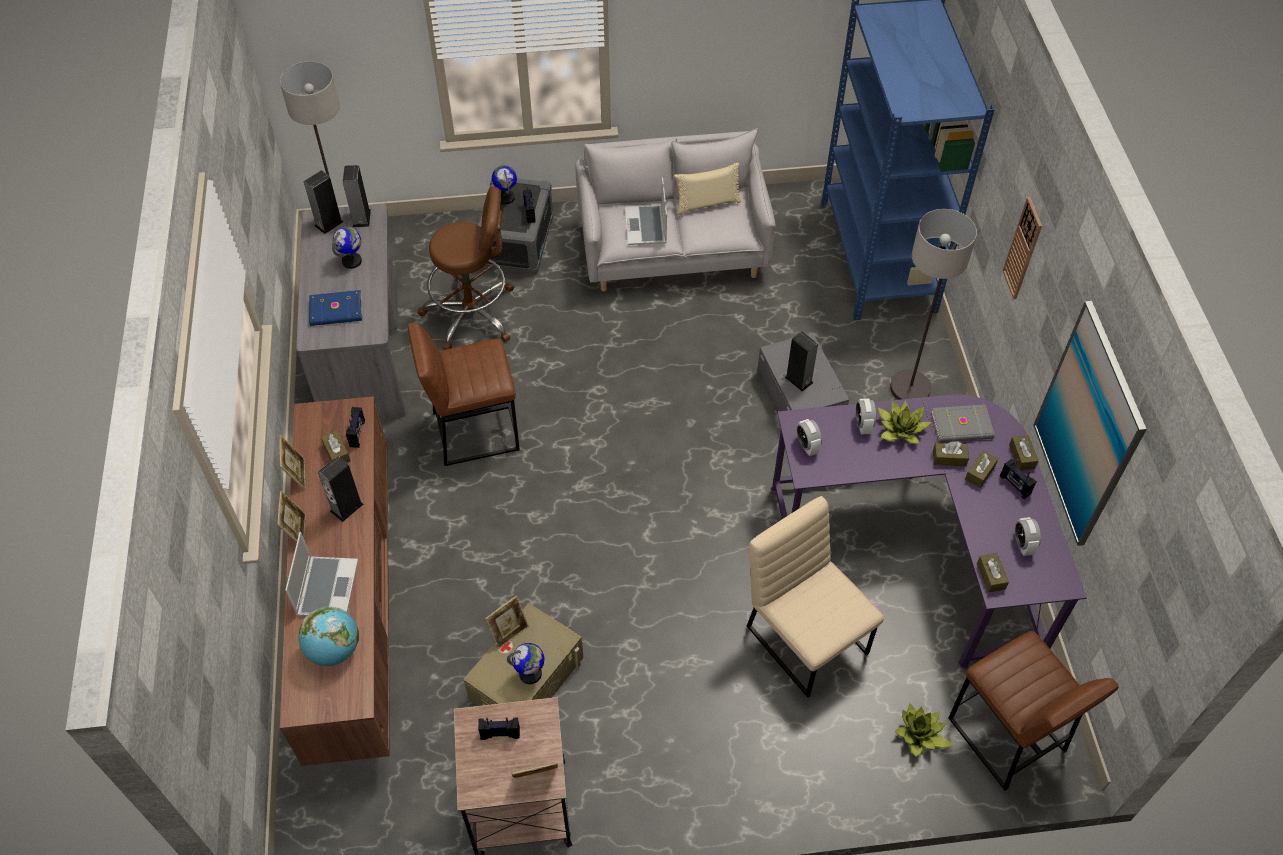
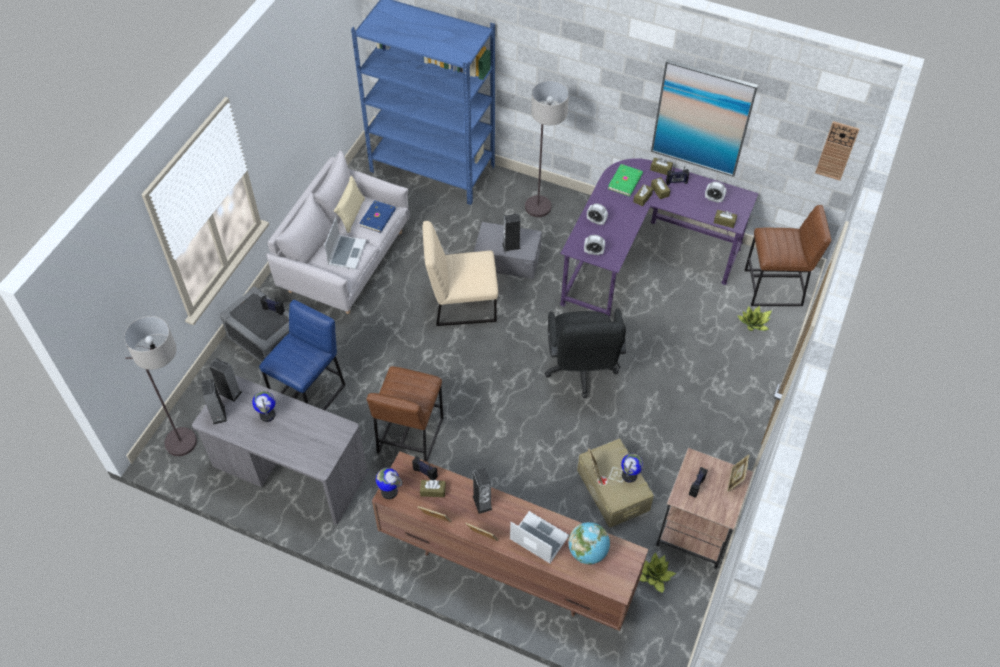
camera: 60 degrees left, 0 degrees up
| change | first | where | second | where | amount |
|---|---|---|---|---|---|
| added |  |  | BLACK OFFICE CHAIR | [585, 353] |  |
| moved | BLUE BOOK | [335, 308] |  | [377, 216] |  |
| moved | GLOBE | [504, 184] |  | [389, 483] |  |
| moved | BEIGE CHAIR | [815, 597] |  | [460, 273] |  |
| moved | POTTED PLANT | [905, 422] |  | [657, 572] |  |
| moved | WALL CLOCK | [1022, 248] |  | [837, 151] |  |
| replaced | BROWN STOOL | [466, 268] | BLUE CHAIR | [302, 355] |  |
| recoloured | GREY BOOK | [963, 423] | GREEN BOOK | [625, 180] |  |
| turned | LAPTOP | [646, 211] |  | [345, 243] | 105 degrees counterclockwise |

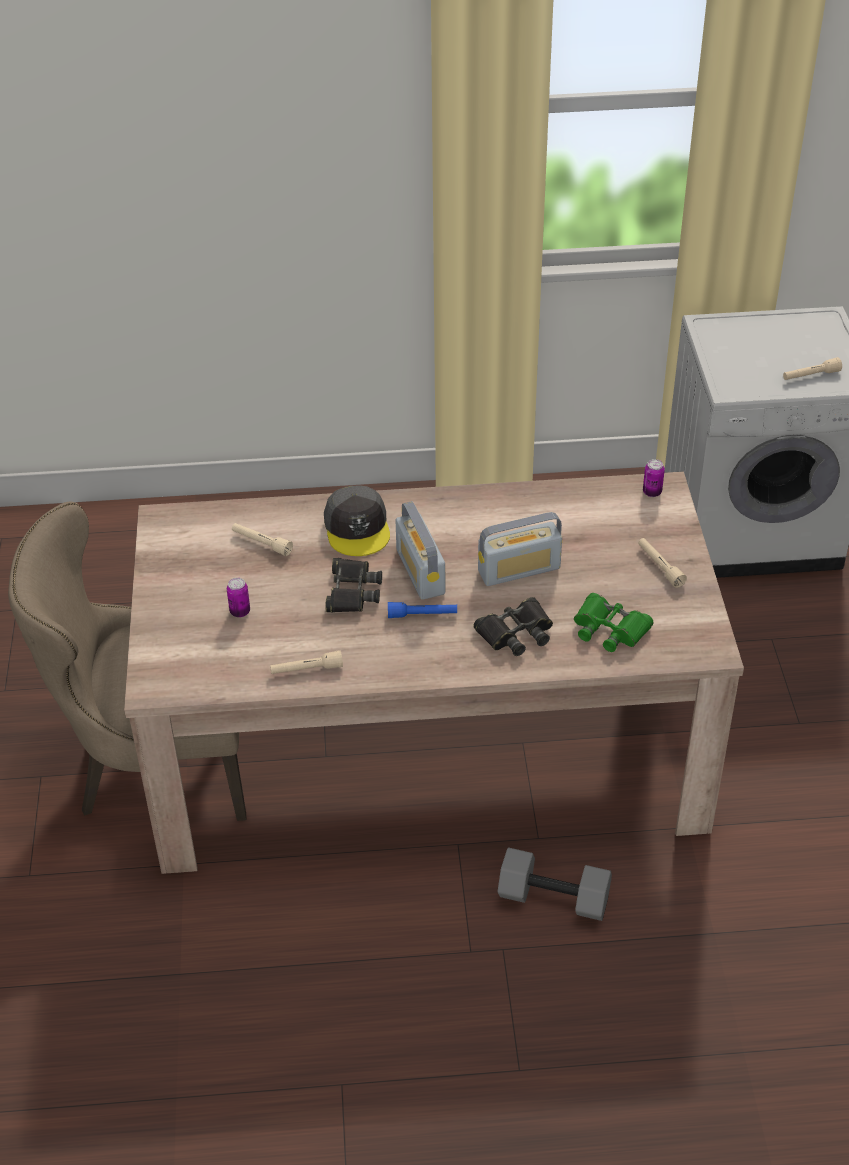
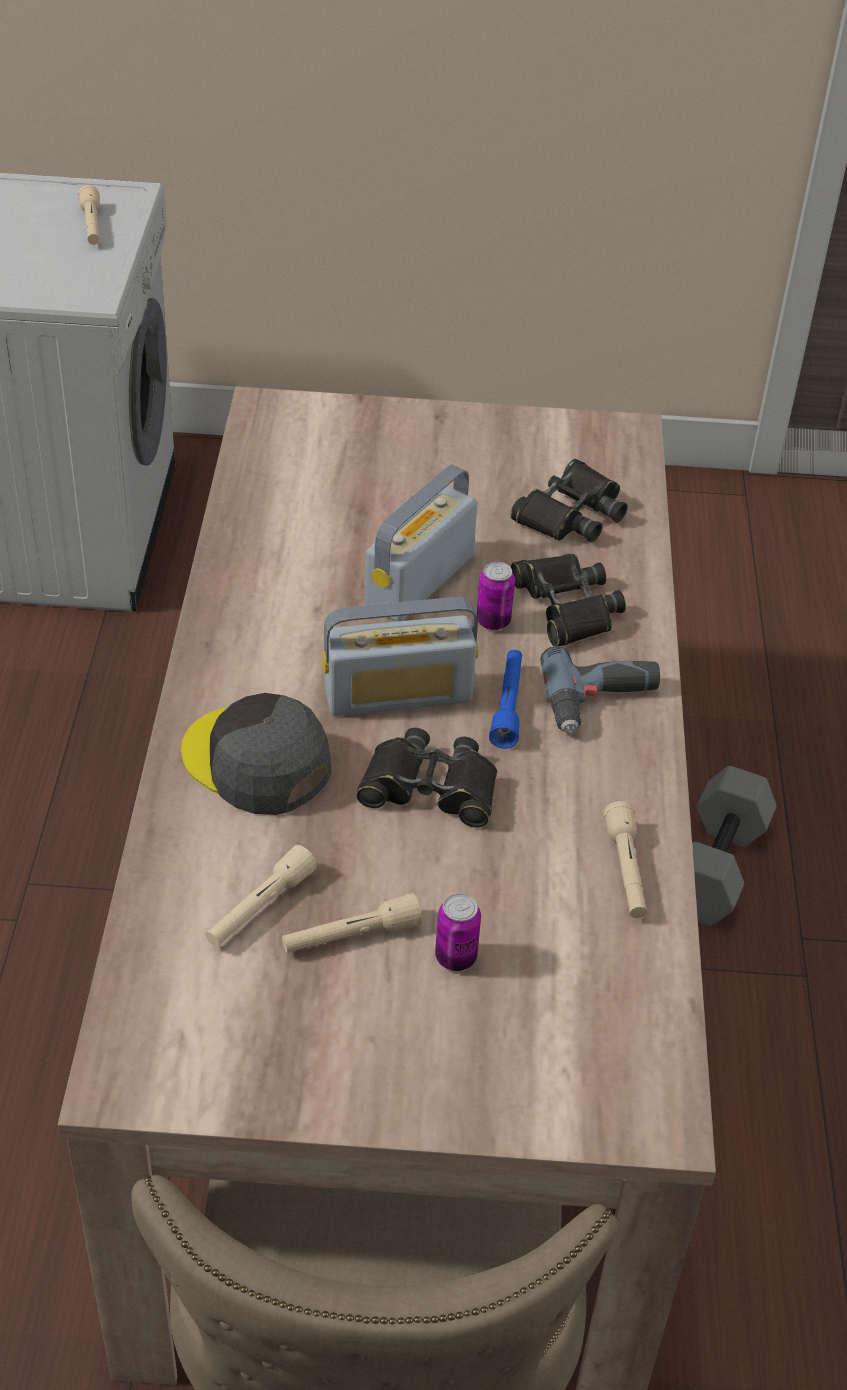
camera: 85 degrees left, 0 degrees up
| change | first | where | second | where | amount |
|---|---|---|---|---|---|
| added |  |  | POWER DRILL | [600, 689] |  |
| moved | BEIGE FLASHLIGHT | [662, 563] |  | [352, 923] |  |
| moved | CAN | [654, 478] |  | [496, 596] |  |
| recoloured | GREEN BINOCULARS | [614, 622] | BLACK BINOCULARS | [569, 501] |  |
| turned | GREY CAP | [357, 520] |  | [256, 754] | 135 degrees counterclockwise |
| turned | RADIO | [520, 549] |  | [421, 543] | 135 degrees counterclockwise |

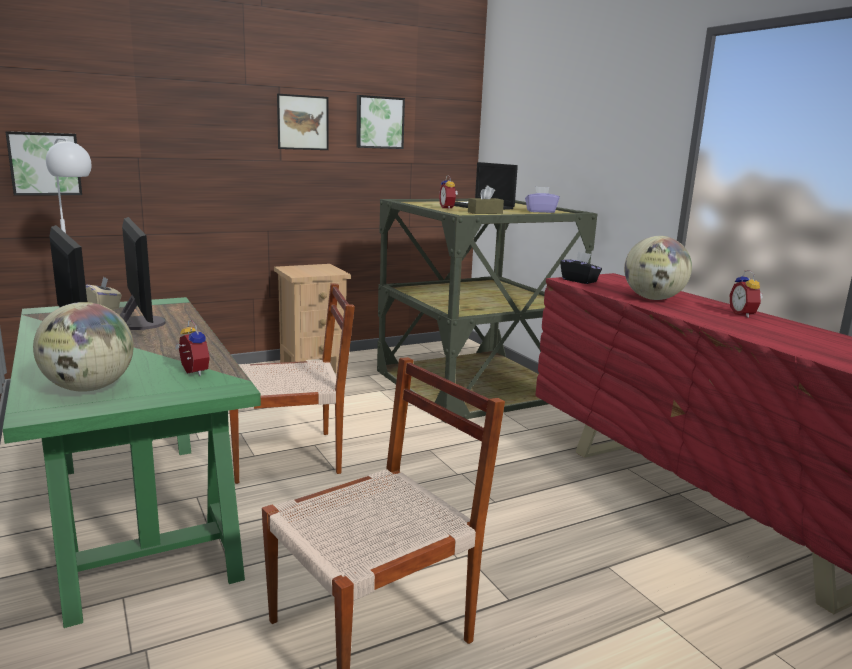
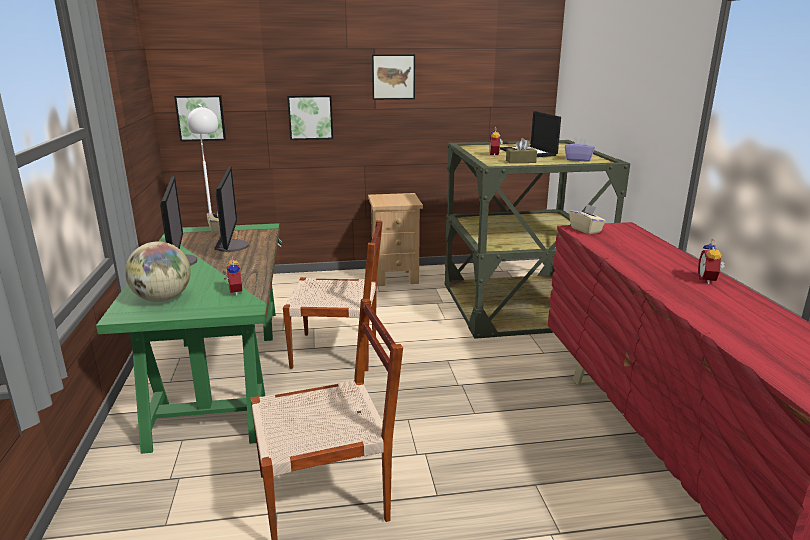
camera: 20 degrees right, 5 degrees up
| change | first | where | second | where | amount |
|---|---|---|---|---|---|
| removed | GLOBE | [658, 268] |  |  |  |
| moved | PICTURE | [380, 122] |  | [310, 117] |  |
| recoloured | BLACK TISSUE BOX | [581, 268] | BEIGE TISSUE BOX | [587, 219] |  |

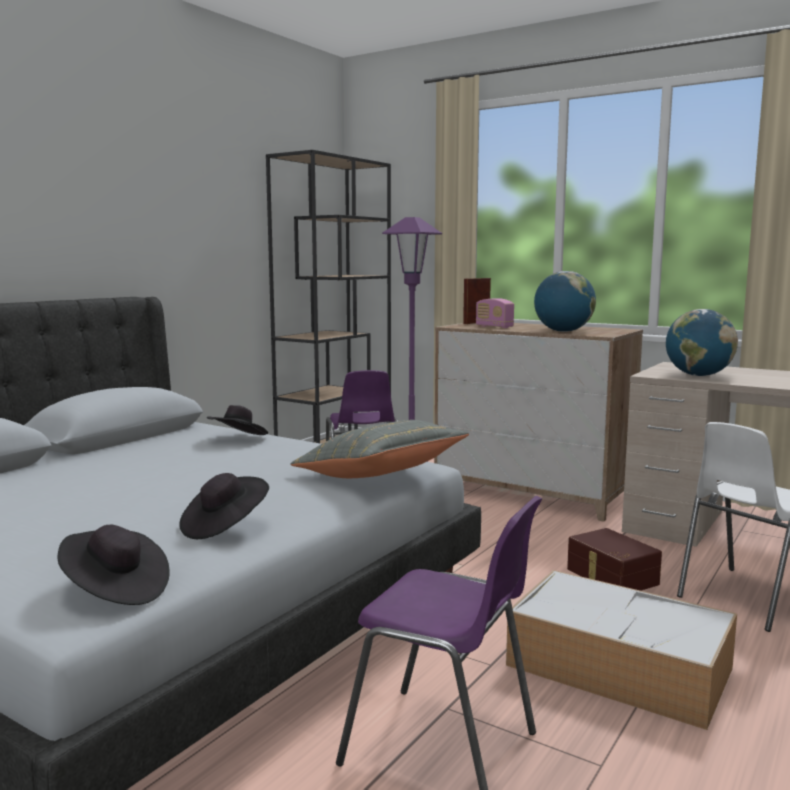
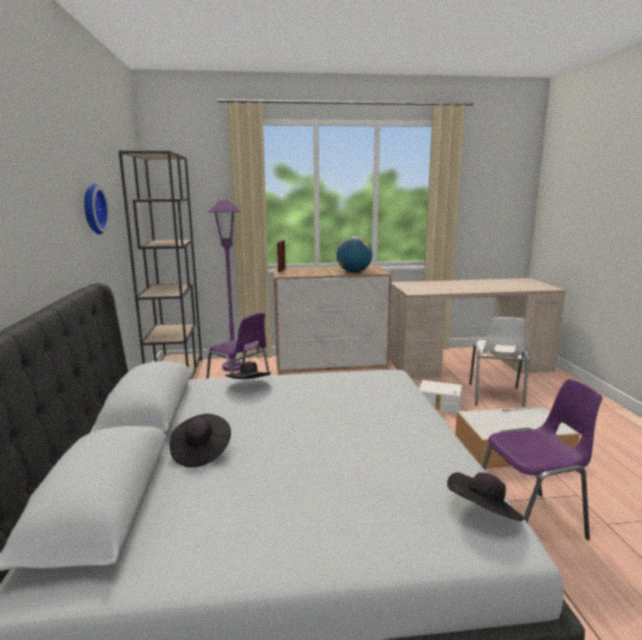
camera: 40 degrees left, 5 degrees up
| change | first | where | second | where | amount |
|---|---|---|---|---|---|
| removed | GREY PILLOW | [379, 449] |  |  |  |
| removed | RADIO | [495, 313] |  |  |  |
| removed | GLOBE | [702, 342] |  |  |  |
| added |  |  | WALL CLOCK | [97, 209] |  |
| moved | BLACK HAT | [224, 506] |  | [200, 440] |  |
| recoloured | BROWN STORAGE BOX | [614, 559] | WHITE STORAGE BOX | [440, 397] |  |

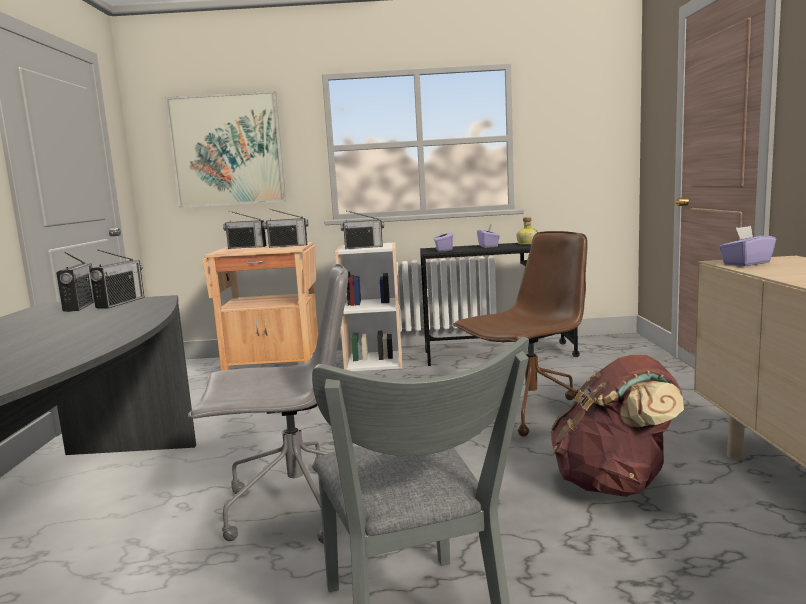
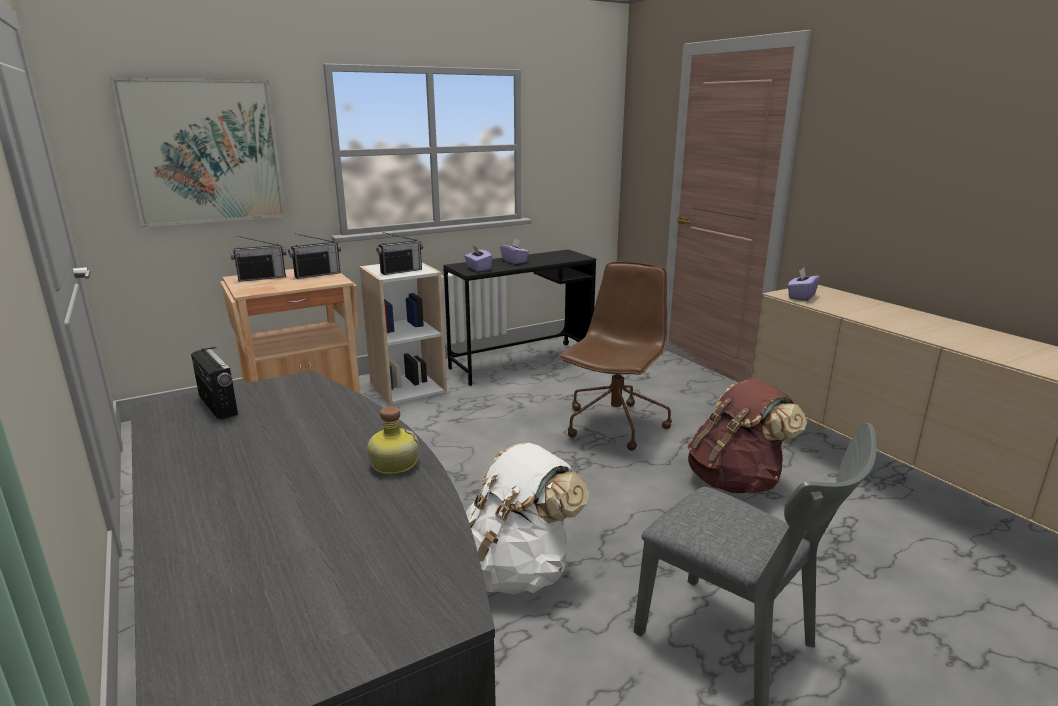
camera: 30 degrees left, 10 degrees up
| change | first | where | second | where | amount |
|---|---|---|---|---|---|
| removed | RADIO | [117, 279] |  |  |  |
| moved | BOTTLE | [527, 231] |  | [393, 440] |  |
| replaced | GREY OFFICE CHAIR | [268, 404] | WHITE BACKPACK | [527, 518] |  |

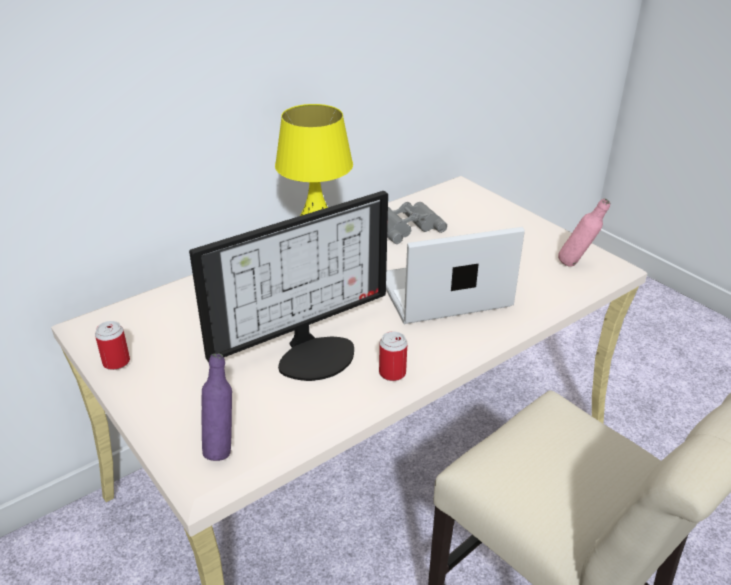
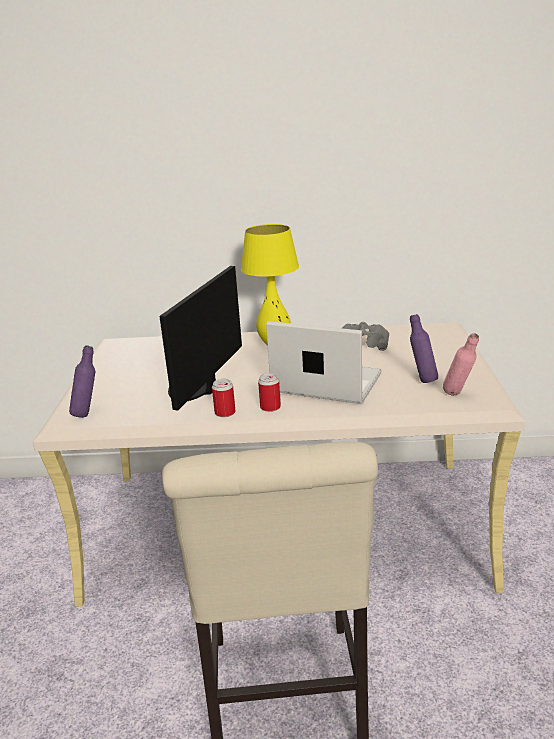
camera: 40 degrees right, 10 degrees down
| change | first | where | second | where | amount |
|---|---|---|---|---|---|
| added |  |  | PURPLE BOTTLE | [424, 348] |  |
| moved | CAN | [112, 345] |  | [269, 392] |  |
| turned | MONITOR | [288, 286] |  | [201, 338] | 105 degrees clockwise |

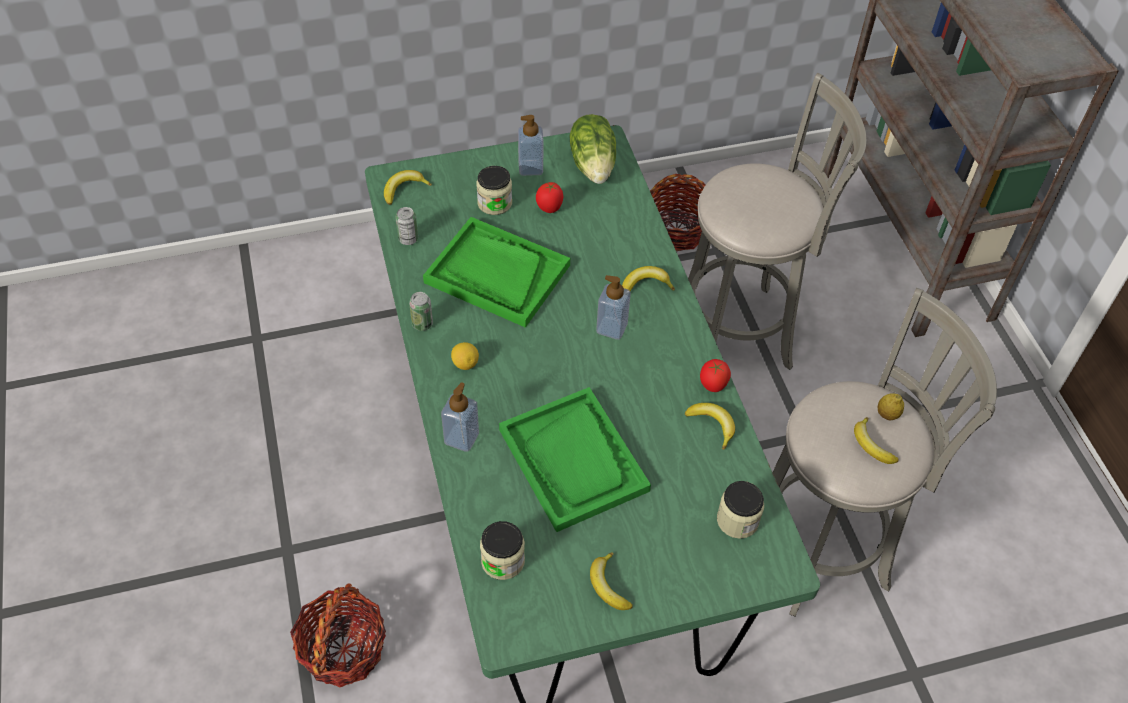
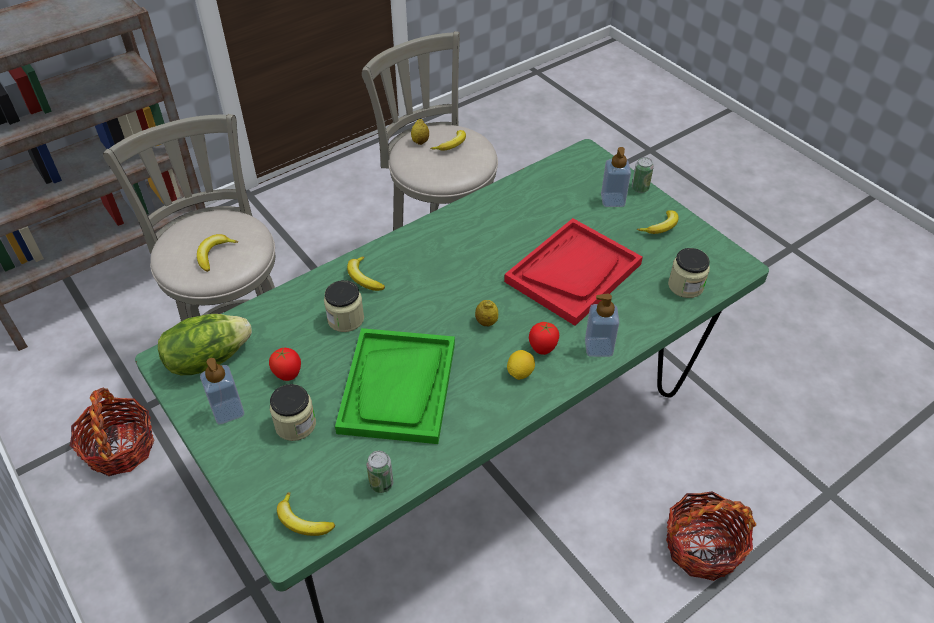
camera: 110 degrees left, 5 degrees down
| change | first | where | second | where | amount |
|---|---|---|---|---|---|
| added |  |  | LEMON | [486, 313] |  |
| moved | CAN | [421, 311] |  | [643, 175] |  |
| moved | SOAP DISPENSER | [613, 307] |  | [616, 177] |  |
| moved | BANANA | [710, 426] |  | [217, 253] |  |
| moved | TOMATO | [715, 375] |  | [544, 338] |  |
| moved | JAR | [740, 510] |  | [344, 306] |  |
| recoloured | GREEN TRAY | [575, 459] | RED TRAY | [573, 272] |  |

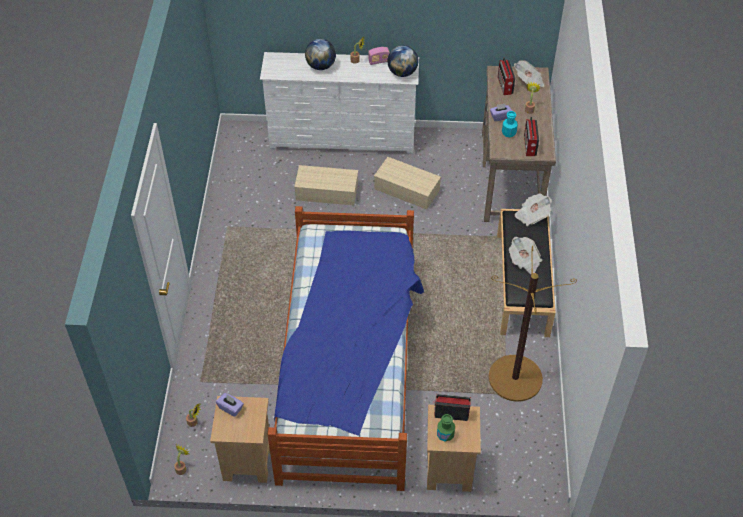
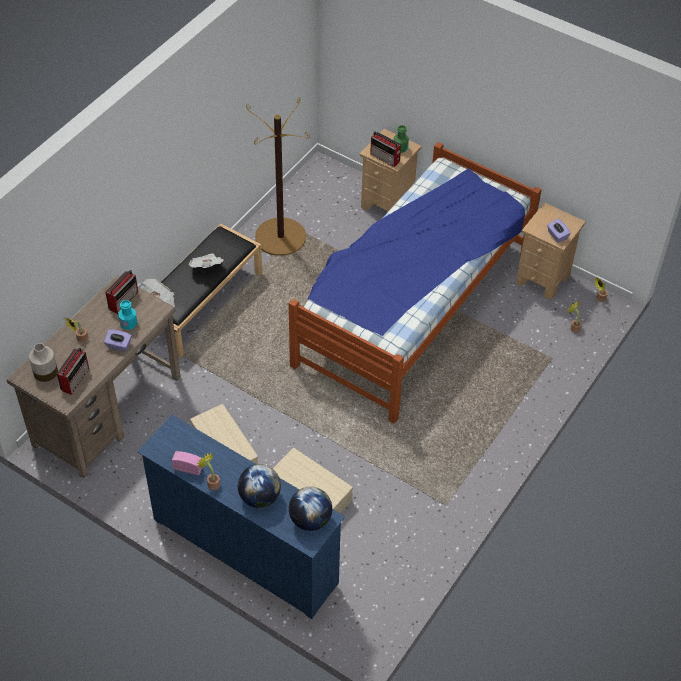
camera: 150 degrees left, 0 degrees up
| change | first | where | second | where | amount |
|---|---|---|---|---|---|
| moved | GLOBE | [403, 61] |  | [310, 509] |  |
| replaced | NEWSPAPER | [529, 73] | BEIGE VASE | [43, 362] |  |
| recoloured | WHITE DRESSER | [339, 103] | BLUE DRESSER | [241, 517] |  |

